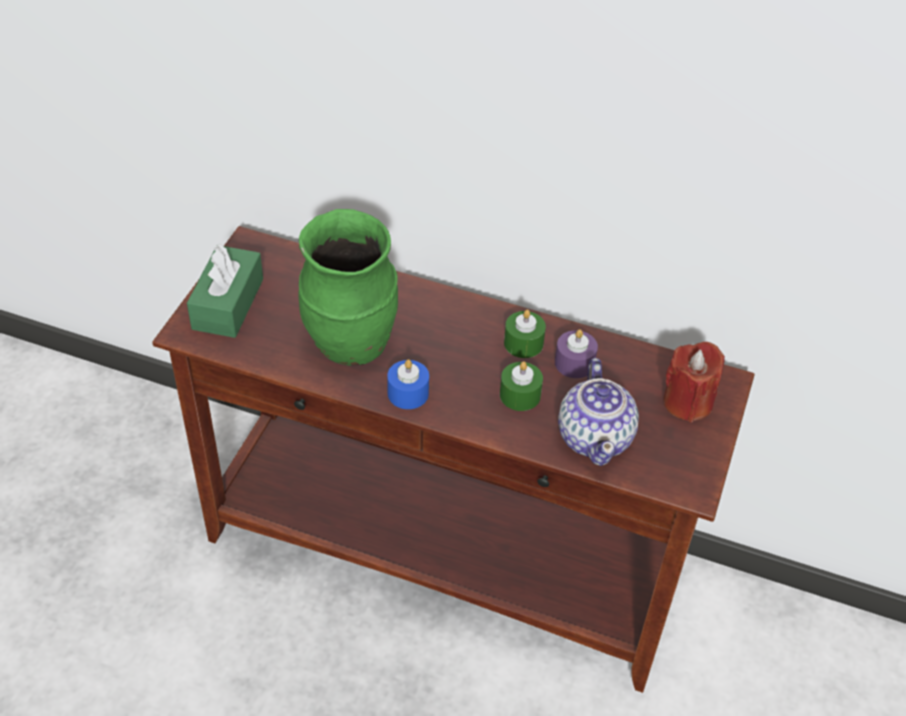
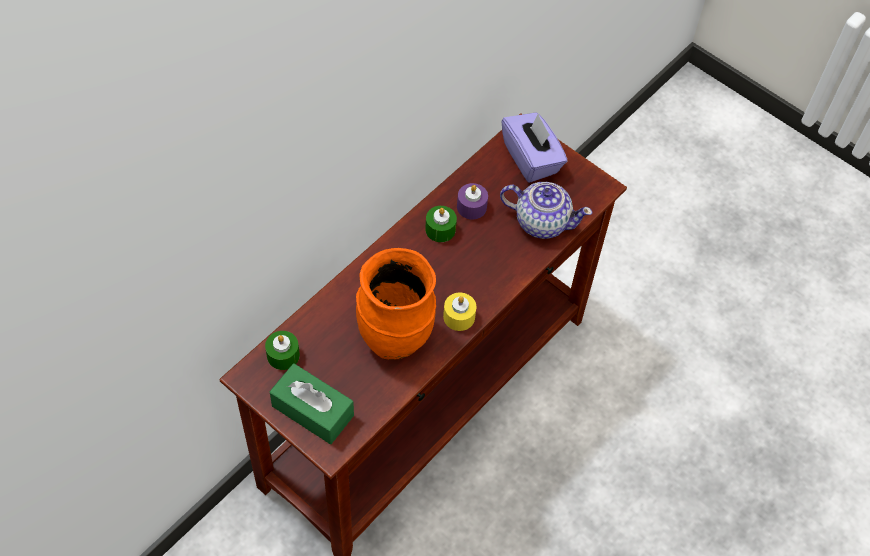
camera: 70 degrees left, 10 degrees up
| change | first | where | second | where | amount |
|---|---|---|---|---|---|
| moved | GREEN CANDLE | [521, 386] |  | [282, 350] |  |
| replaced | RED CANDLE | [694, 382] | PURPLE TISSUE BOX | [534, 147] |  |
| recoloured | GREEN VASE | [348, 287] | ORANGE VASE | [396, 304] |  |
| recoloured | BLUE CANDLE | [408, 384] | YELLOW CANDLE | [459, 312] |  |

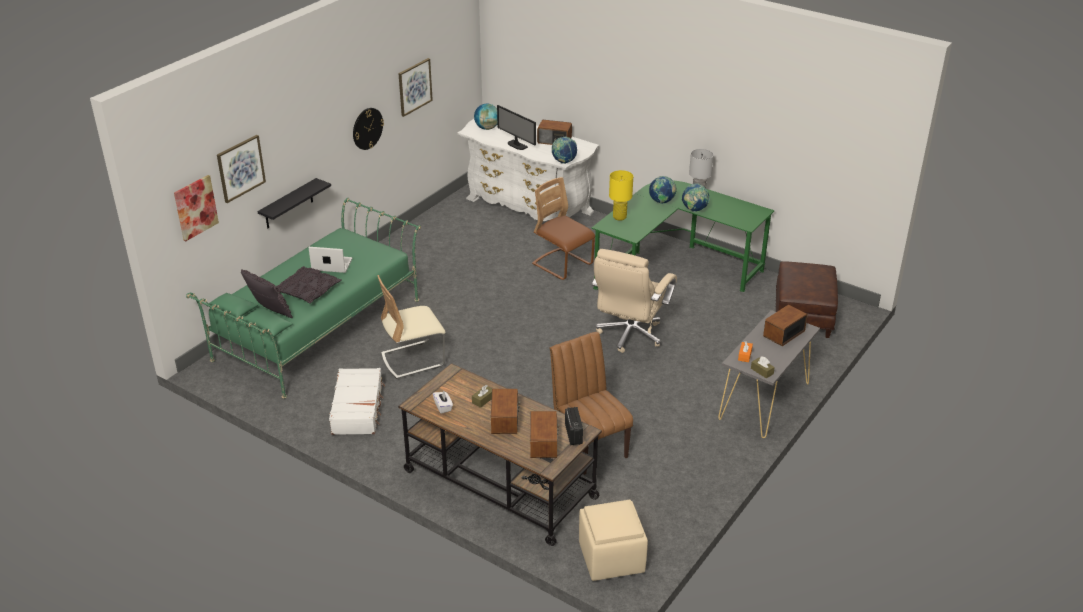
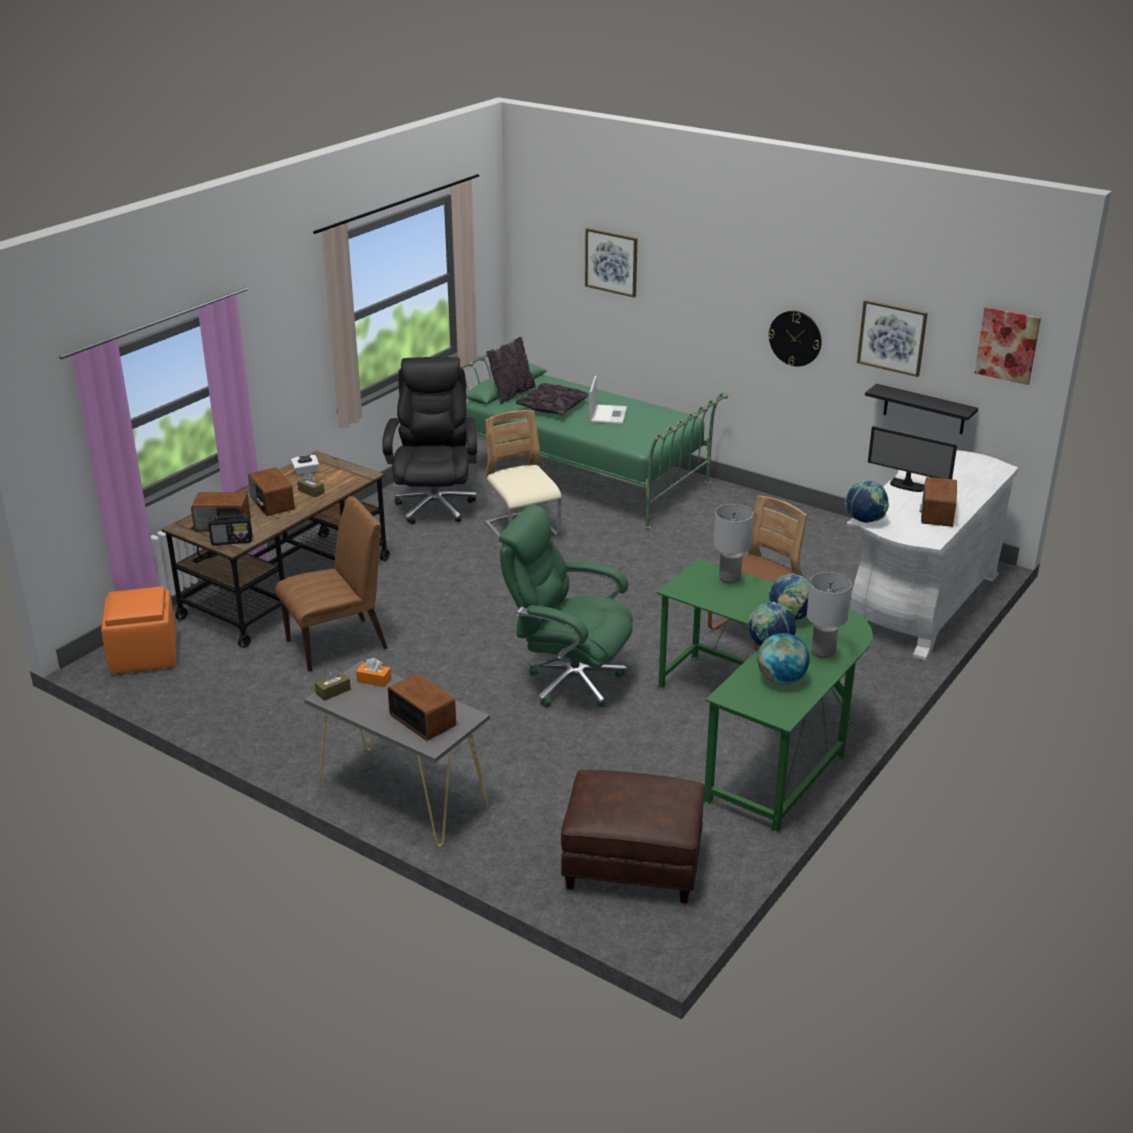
camera: 90 degrees right, 5 degrees down
| change | first | where | second | where | amount |
|---|---|---|---|---|---|
| moved | PICTURE | [196, 208] |  | [1007, 346] |  |
| moved | BLACK SHELF | [294, 203] |  | [921, 409] |  |
| moved | GLOBE | [485, 117] |  | [783, 659] |  |
| replaced | WHITE SUITCASE | [357, 401] | BLACK OFFICE CHAIR | [429, 441] |  |
| recoloured | BEIGE OTTOMAN | [613, 540] | ORANGE OTTOMAN | [139, 630] |  |
| recoloured | BEIGE OFFICE CHAIR | [634, 301] | GREEN OFFICE CHAIR | [566, 606] |  |
| recoloured | YELLOW TABLE LAMP | [621, 195] | GREY TABLE LAMP | [733, 544] |  |
| turned | RADIO | [505, 411] |  | [271, 491] | 60 degrees clockwise |
| turned | MONITOR | [516, 127] |  | [912, 459] | 105 degrees counterclockwise |

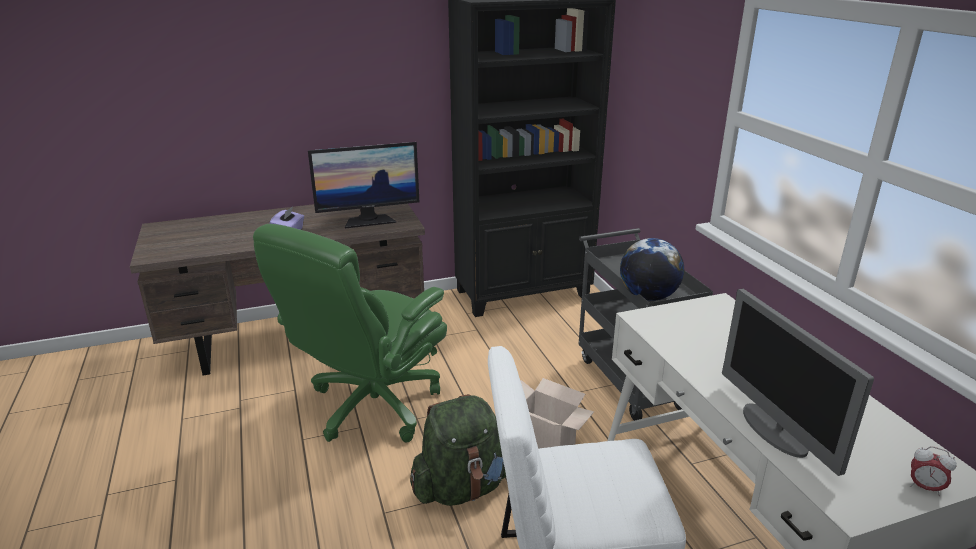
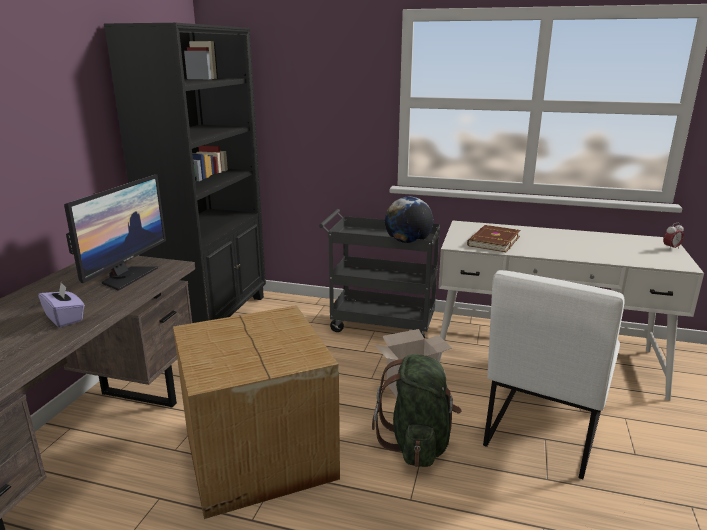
camera: 55 degrees left, 5 degrees down
| change | first | where | second | where | amount |
|---|---|---|---|---|---|
| removed | MONITOR | [798, 382] |  |  |  |
| added |  |  | BROWN BOOK | [493, 238] |  |
| replaced | GREEN OFFICE CHAIR | [350, 333] | CARDBOARD BOX | [256, 412] |  |

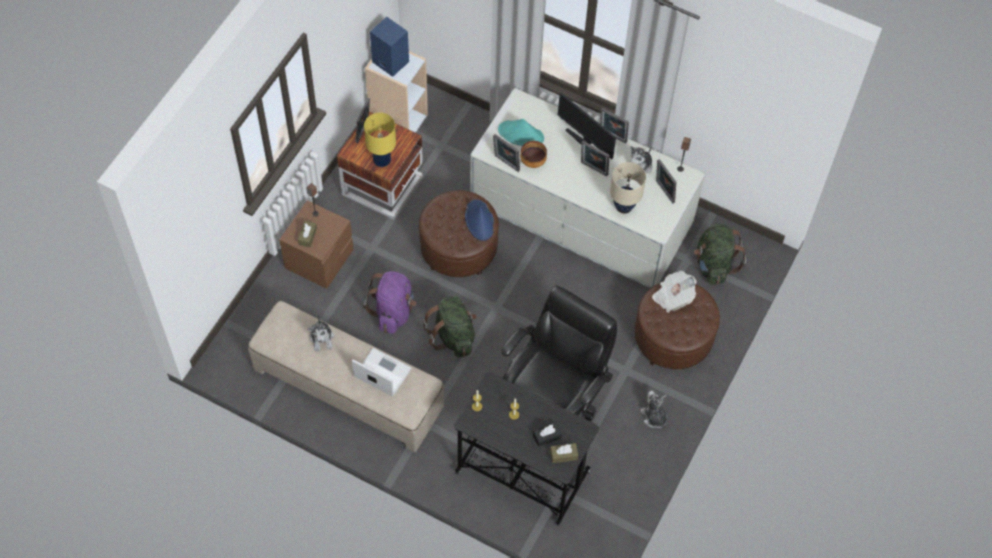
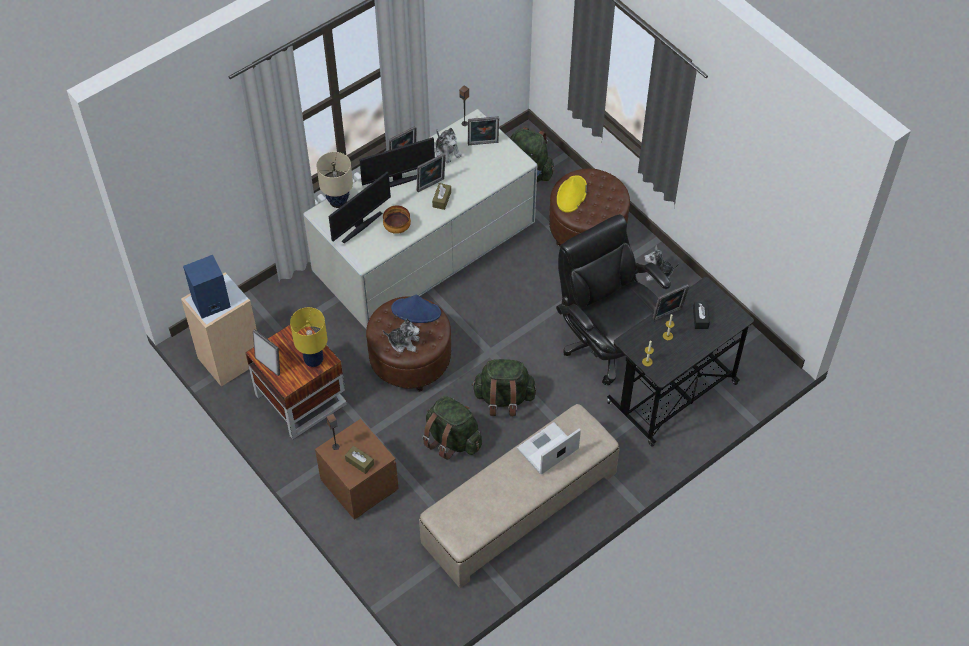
camera: 65 degrees left, 5 degrees down
| change | first | where | second | where | amount |
|---|---|---|---|---|---|
| moved | PLUSH TOY | [320, 333] |  | [401, 336] |  |
| moved | PICTURE FRAME | [506, 153] |  | [670, 302] |  |
| moved | BROWN TISSUE BOX | [564, 453] |  | [441, 196] |  |
| moved | BEIGE TABLE LAMP | [628, 187] |  | [335, 180] |  |
| replaced | TURQUOISE HAT | [521, 132] | MONITOR | [360, 207] |  |
| replaced | NEWSPAPER | [674, 292] | YELLOW HAT | [572, 194] |  |
| recoloured | PURPLE BACKPACK | [389, 302] | GREEN BACKPACK | [452, 428] |  |

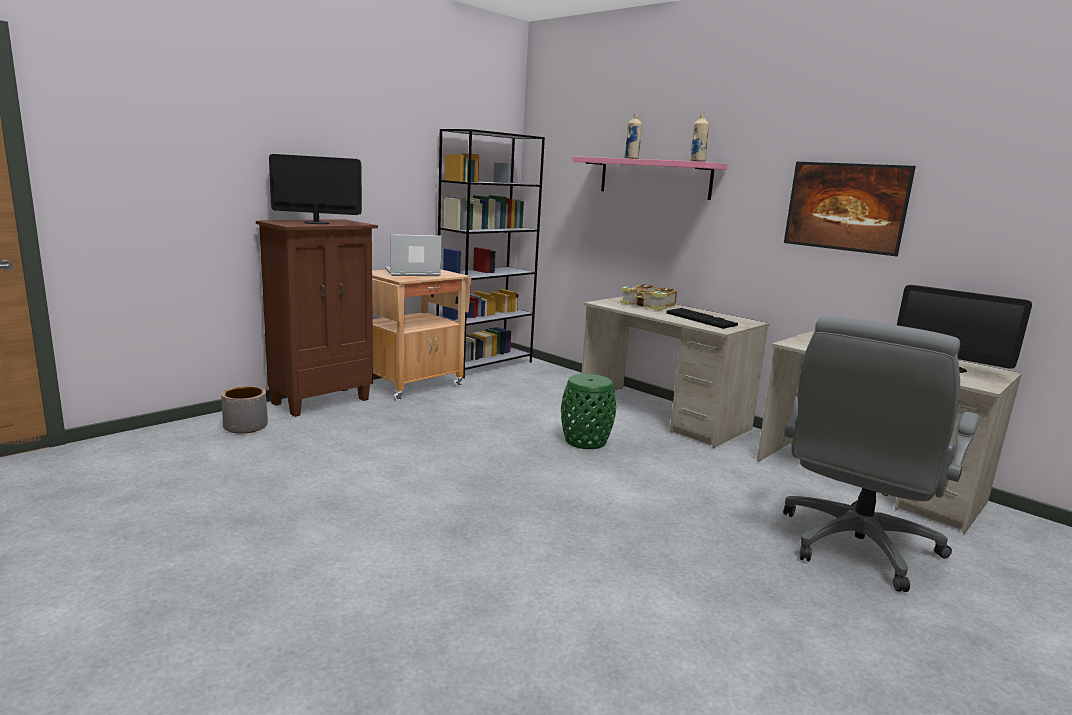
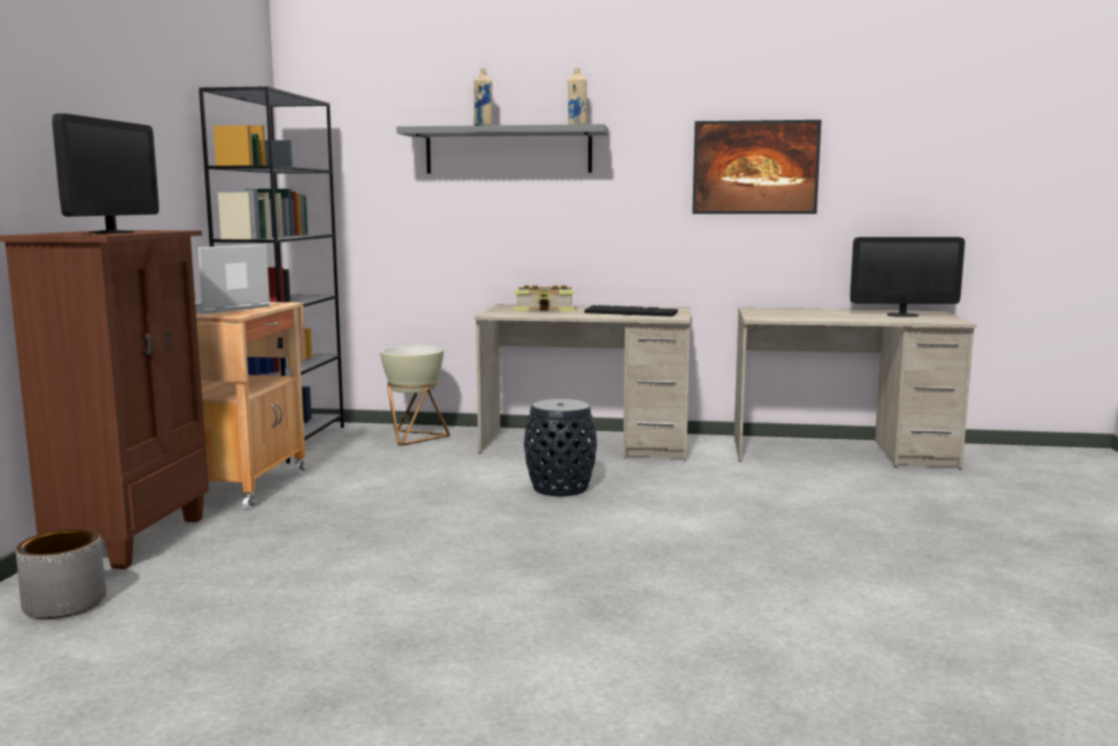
camera: 35 degrees left, 5 degrees down
| change | first | where | second | where | amount |
|---|---|---|---|---|---|
| removed | GREY OFFICE CHAIR | [881, 454] |  |  |  |
| added |  |  | PLANTER | [415, 395] |  |
| recoloured | GREEN STOOL | [588, 411] | BLACK STOOL | [560, 447] |  |
| recoloured | PINK SHELF | [649, 178] | GREY SHELF | [503, 148] |  |
| turned | MONITOR | [315, 189] |  | [105, 173] | 135 degrees clockwise |

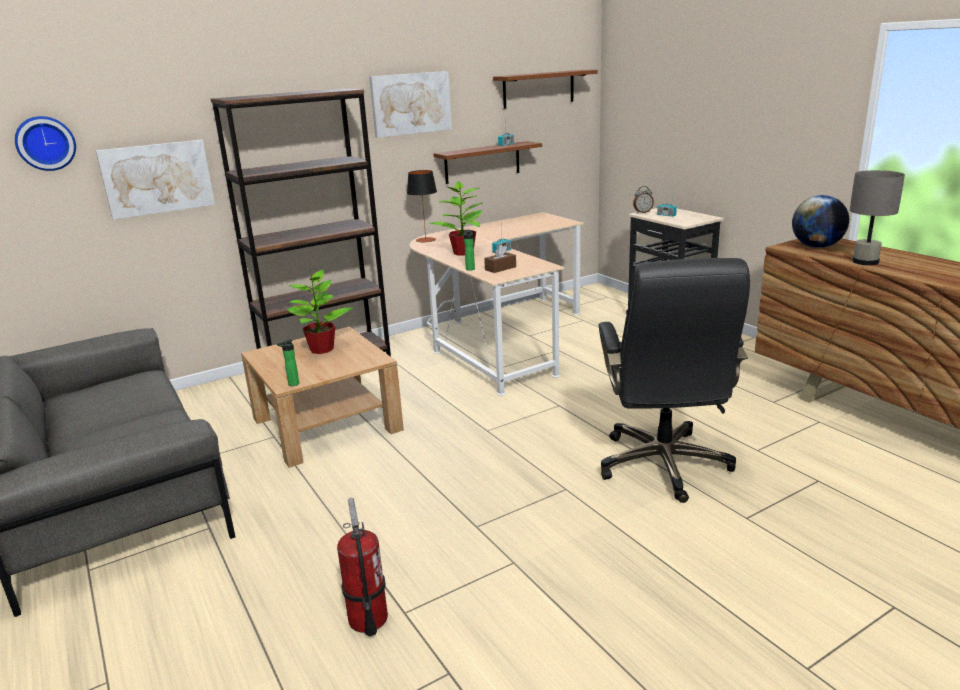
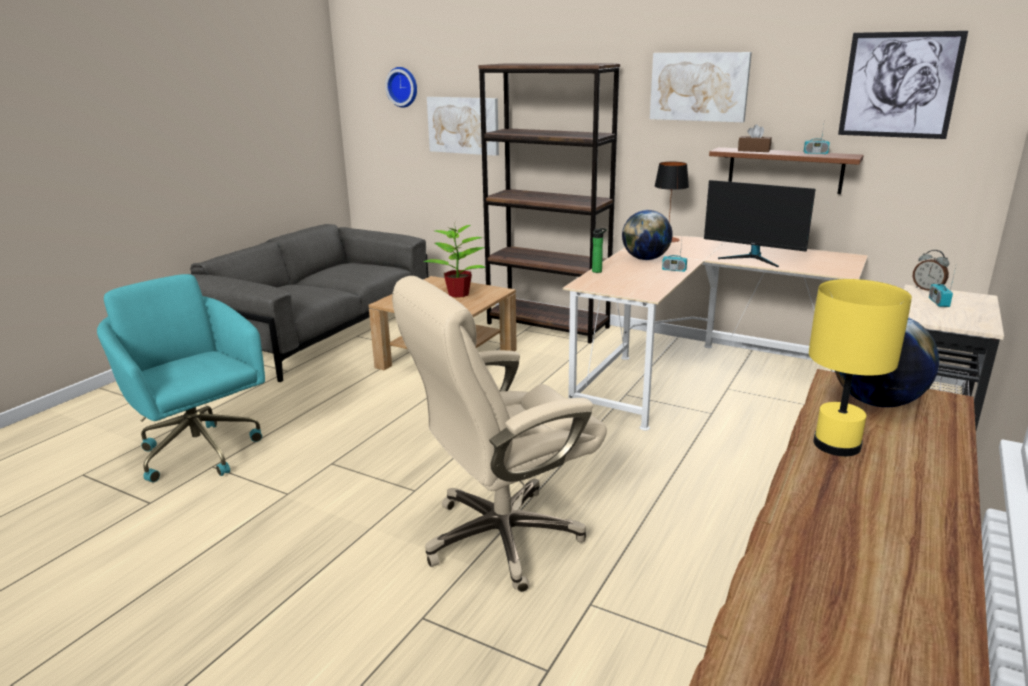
camera: 60 degrees right, 0 degrees up
| change | first | where | second | where | amount |
|---|---|---|---|---|---|
| removed | BOTTLE | [288, 362] |  |  |  |
| added |  |  | MONITOR | [760, 223] |  |
| moved | BROWN TISSUE BOX | [500, 259] |  | [755, 138] |  |
| replaced | FIRE EXTINGUISHER | [362, 567] | TURQUOISE OFFICE CHAIR | [181, 378] |  |
| replaced | POTTED PLANT | [456, 219] | GLOBE | [647, 235] |  |
| replaced | BROWN SHELF | [545, 89] | PICTURE | [903, 85] |  |
| recoloured | BLACK OFFICE CHAIR | [674, 380] | BEIGE OFFICE CHAIR | [499, 434] |  |
| recoloured | GREY TABLE LAMP | [877, 217] | YELLOW TABLE LAMP | [860, 367] |  |

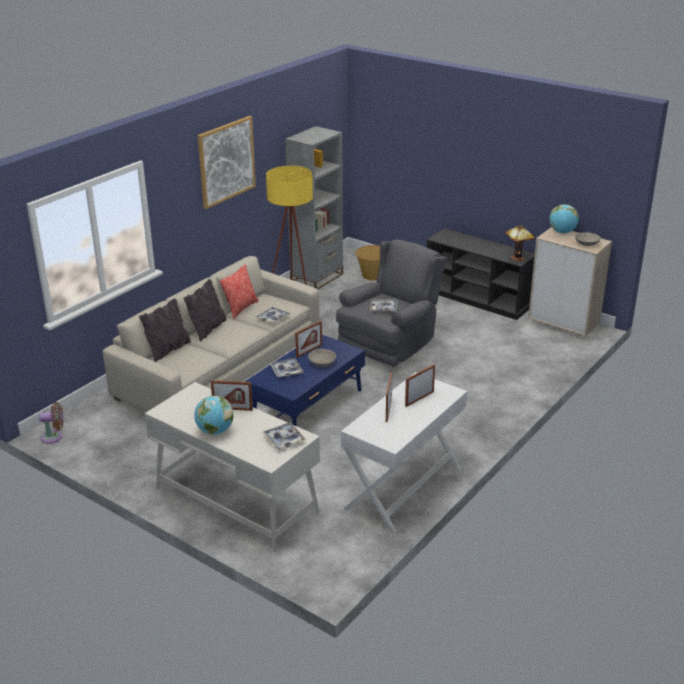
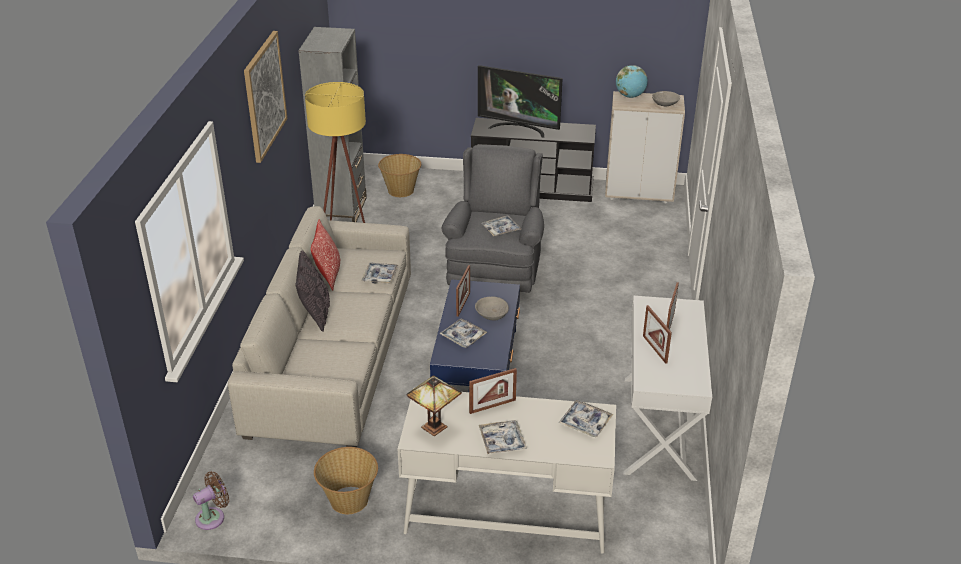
camera: 30 degrees left, 5 degrees up
| change | first | where | second | where | amount |
|---|---|---|---|---|---|
| removed | BLACK PILLOW | [165, 330] |  |  |  |
| added |  |  | BASKET | [346, 480] |  |
| added |  |  | TELEVISION | [520, 101] |  |
| moved | TABLE LAMP | [520, 243] |  | [434, 405] |  |
| replaced | GLOBE | [213, 415] | TRAY | [503, 437] |  |

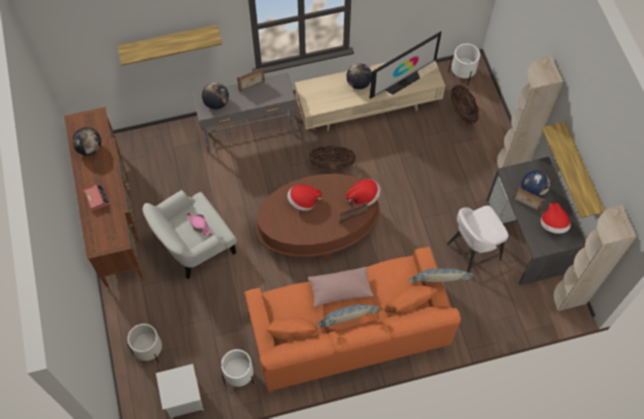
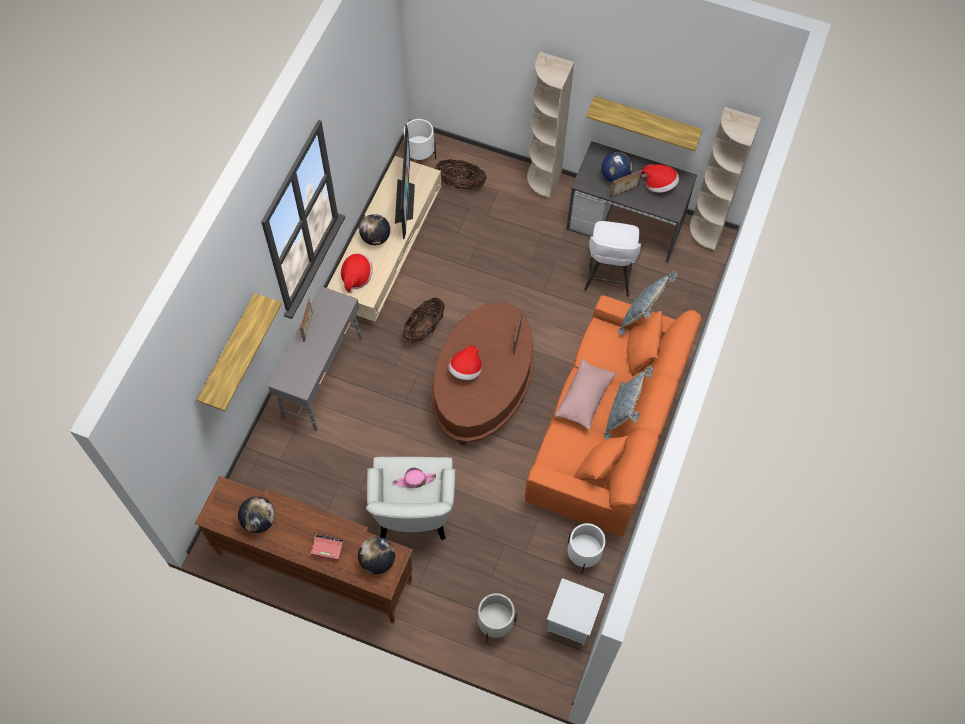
camera: 55 degrees left, 0 degrees up
| change | first | where | second | where | amount |
|---|---|---|---|---|---|
| moved | GLOBE | [215, 95] |  | [376, 555] |  |
| moved | HAT | [363, 192] |  | [357, 273] |  |

